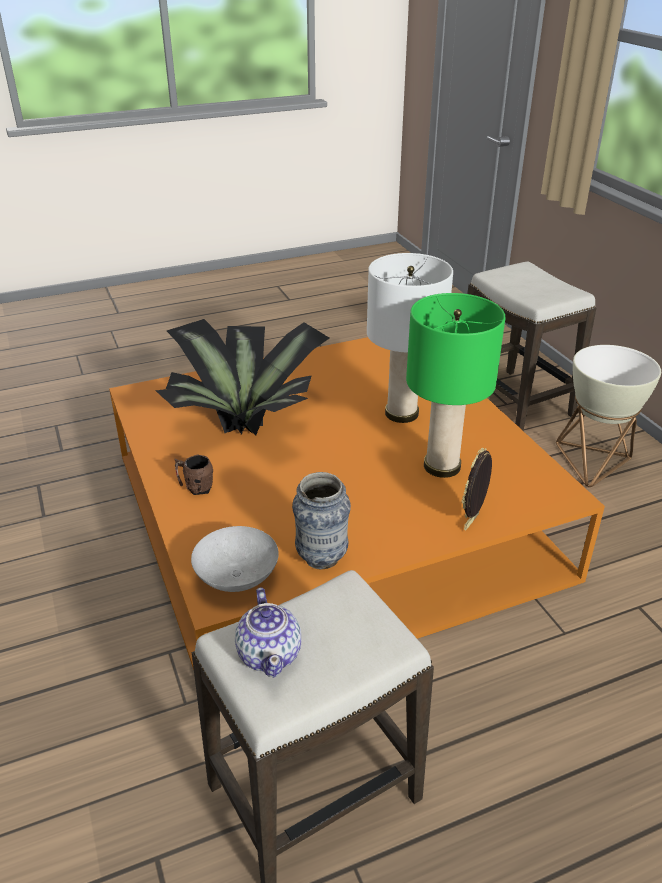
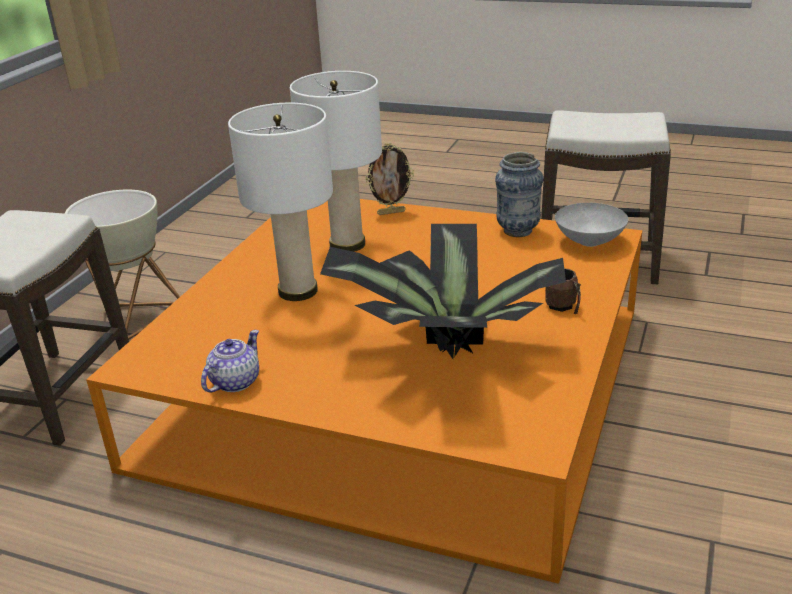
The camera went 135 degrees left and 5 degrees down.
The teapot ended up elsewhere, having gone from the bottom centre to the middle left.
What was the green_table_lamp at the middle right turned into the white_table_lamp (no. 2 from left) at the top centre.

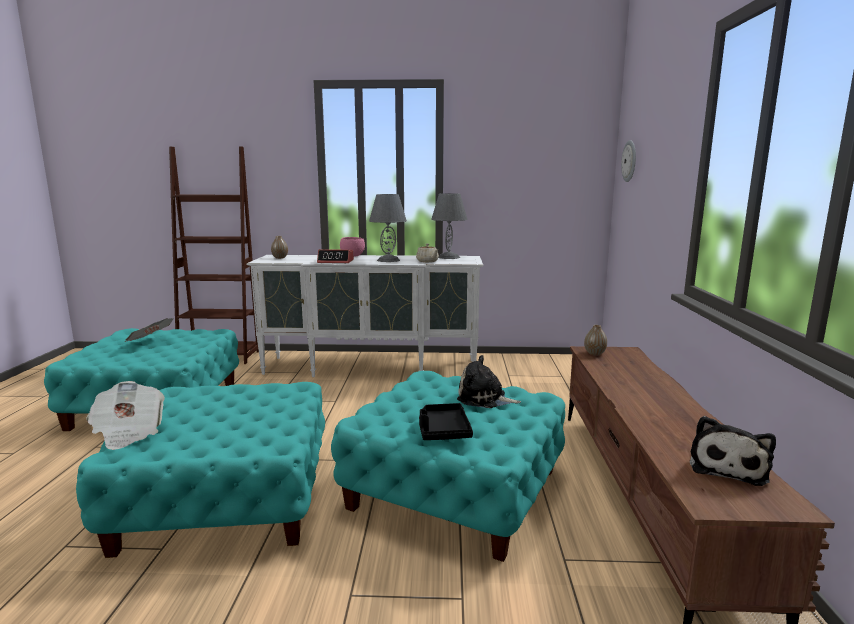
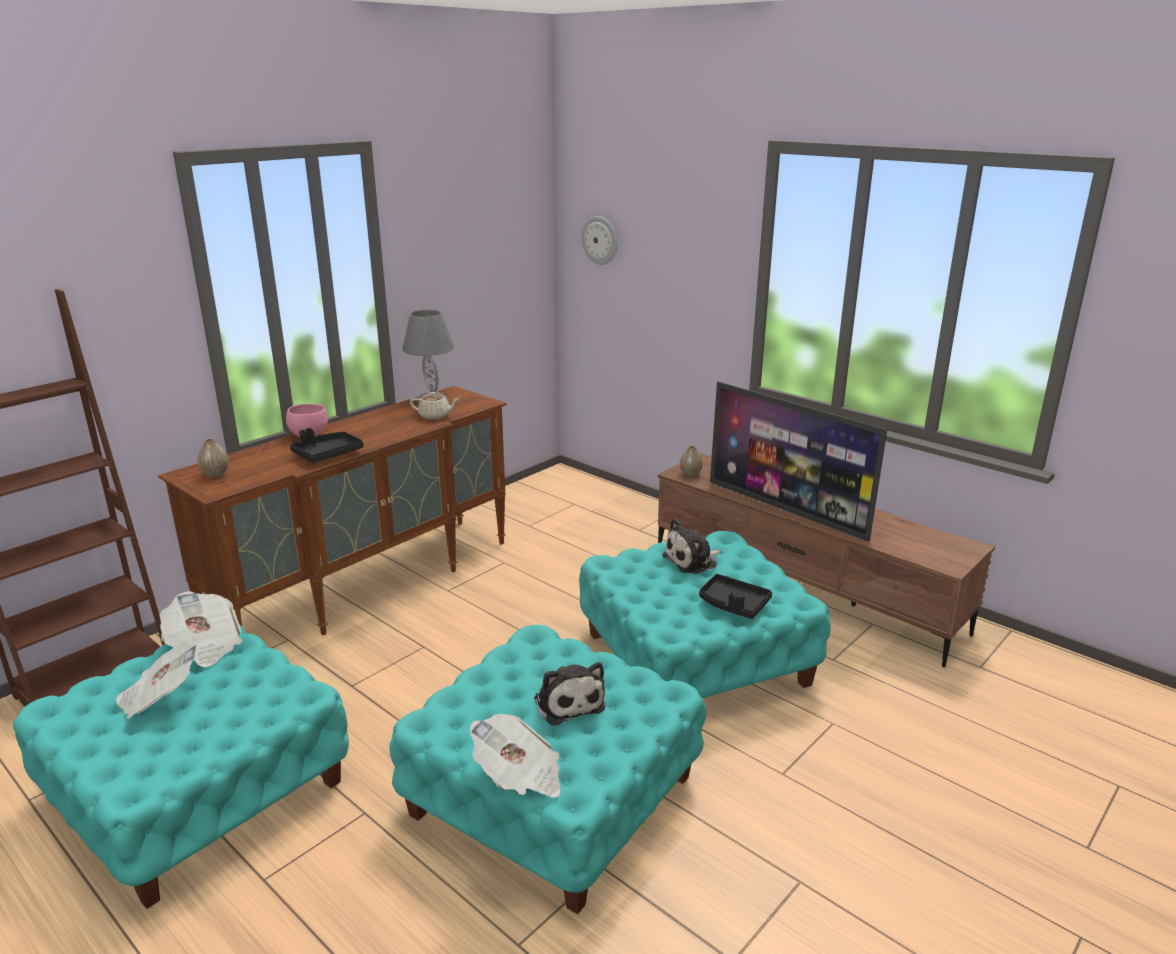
The camera went 50 degrees left and 10 degrees up.
What was the white_cabinet at the centre turned into the brown_cabinet at the middle left.
The second view gained the newspaper (no. 2 from left) at the middle left.
Where the alarm_clock stood at the centre, the black_tray (no. 1 from left) came to stand at the middle left.
The plush_toy (no. 2 from left in the first image) ended up elsewhere, having gone from the bottom right to the bottom centre.
The second view gained the television at the middle right.
The second view lost the grey_table_lamp (no. 1 from left) at the centre.

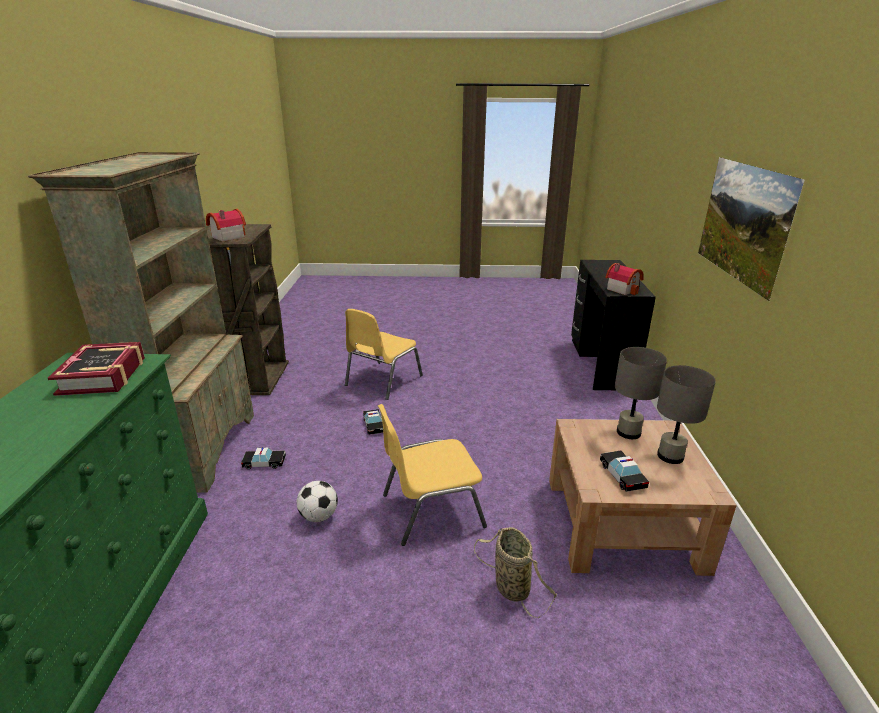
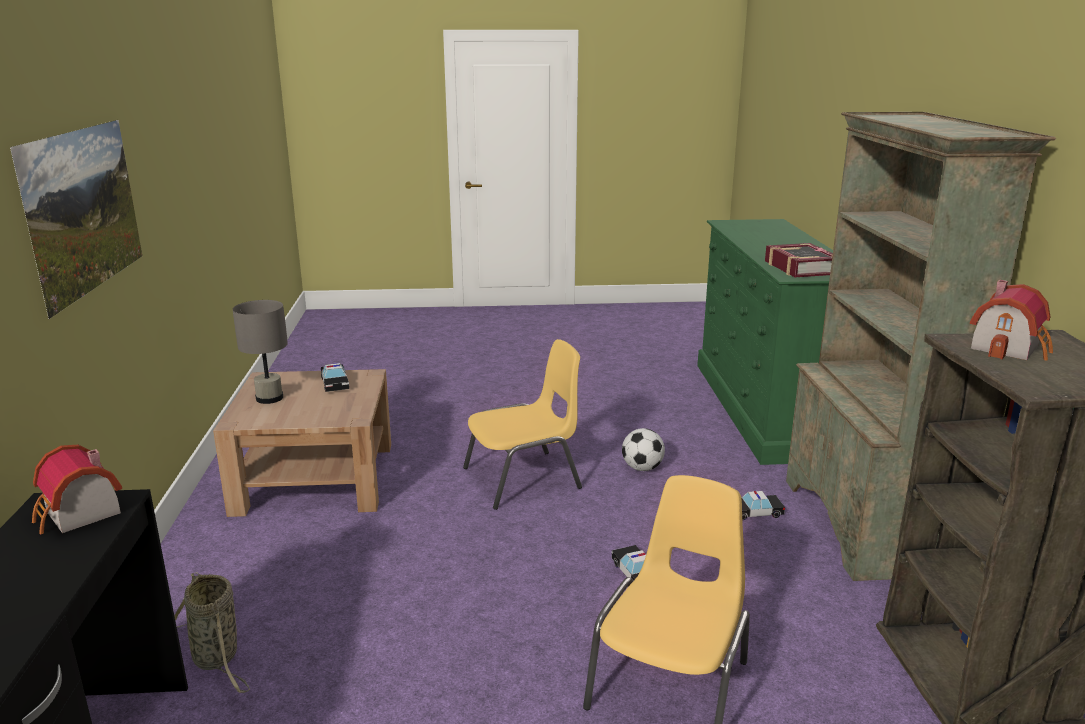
The camera went 175 degrees right and 5 degrees down.
The basket ended up elsewhere, having gone from the bottom centre to the bottom left.
The second view lost the grey_table_lamp (no. 1 from left) at the middle right.

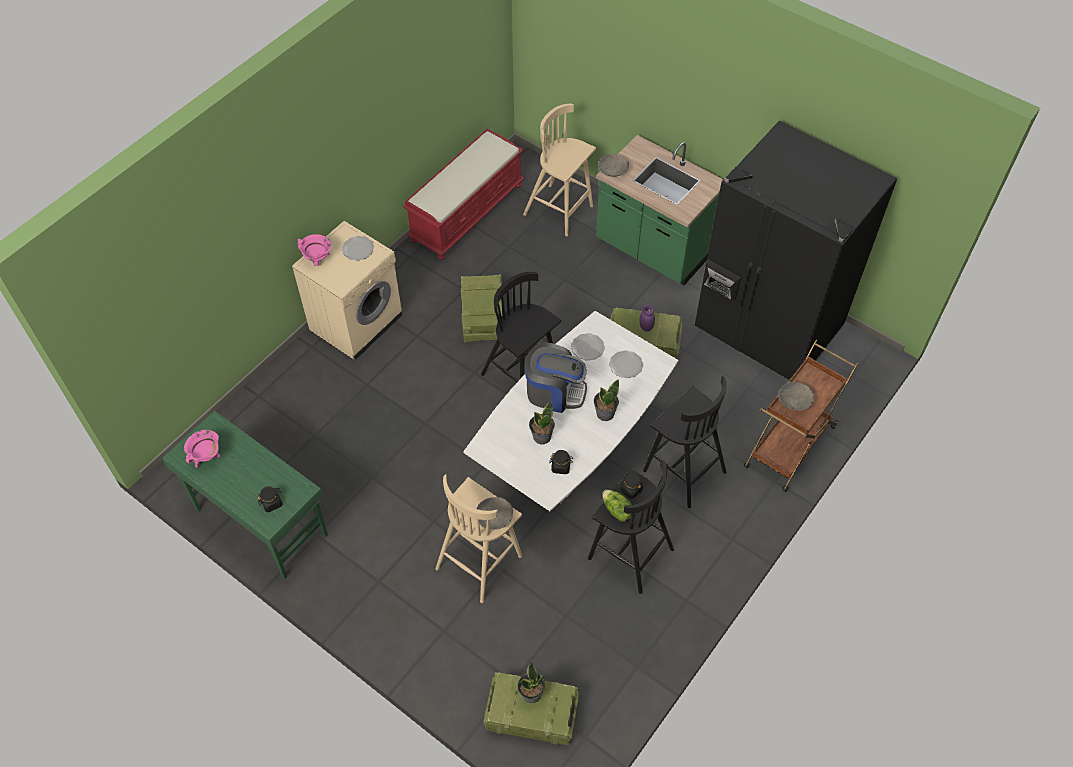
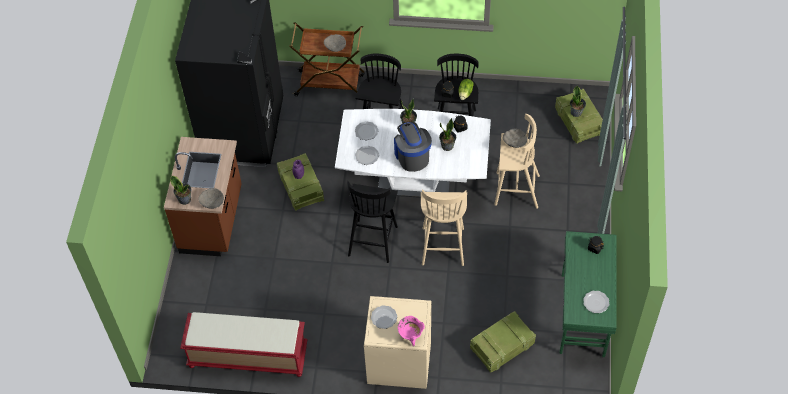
The camera went 120 degrees left and 0 degrees up.
What was the green_counter at the top centre turned into the brown_counter at the middle left.
The second view gained the potted_plant (no. 1 from left) at the middle left.
The beige_stool (no. 2 from left in the first image) ended up elsewhere, having gone from the top centre to the centre.
The crate (no. 1 from left in the first image) ended up elsewhere, having gone from the centre to the bottom centre.
Where the pink_cooking_pot (no. 1 from left) stood at the middle left, the plate (no. 4 from left) came to stand at the bottom right.

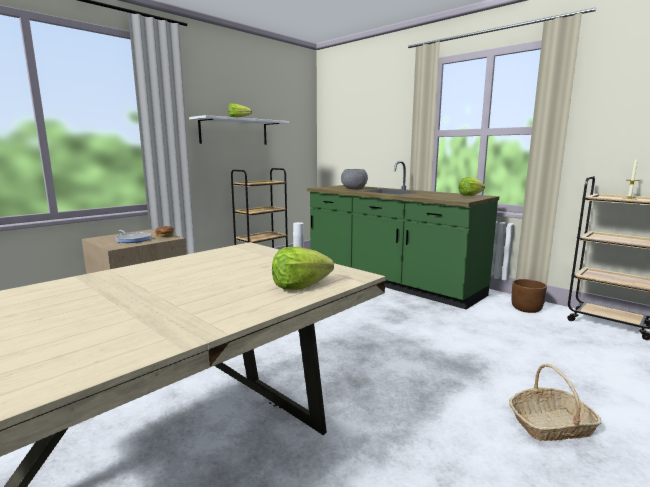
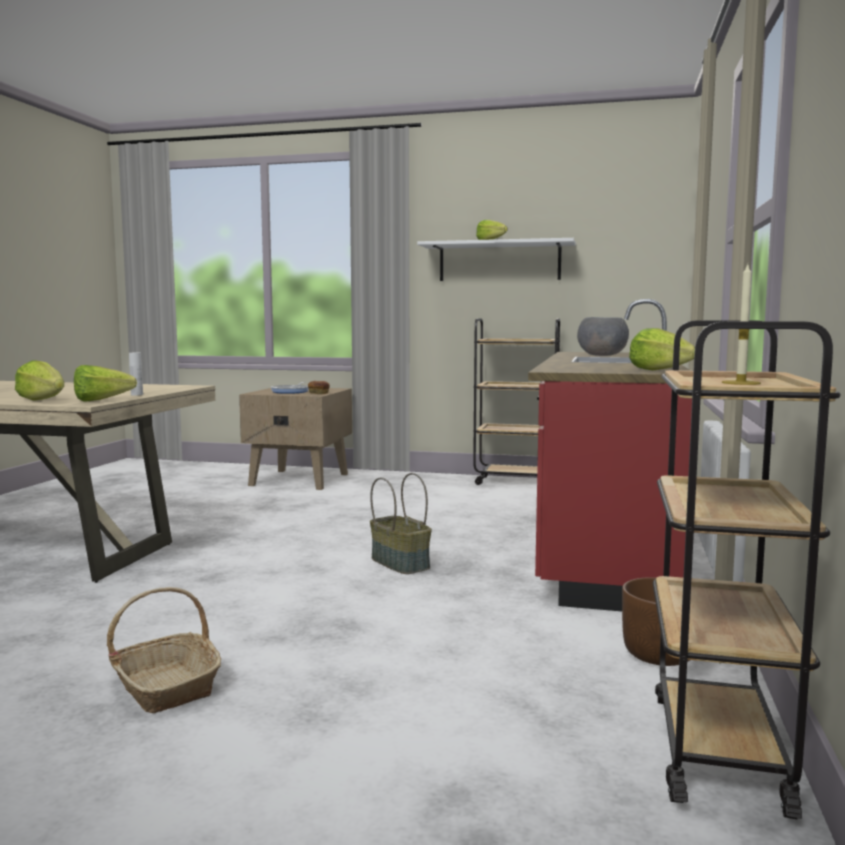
The camera went 60 degrees right and 5 degrees down.
The second view gained the lettuce (no. 2 from left) at the middle left.
The second view gained the basket (no. 2 from left) at the centre.
What was the green_counter at the centre turned into the red_counter at the middle right.

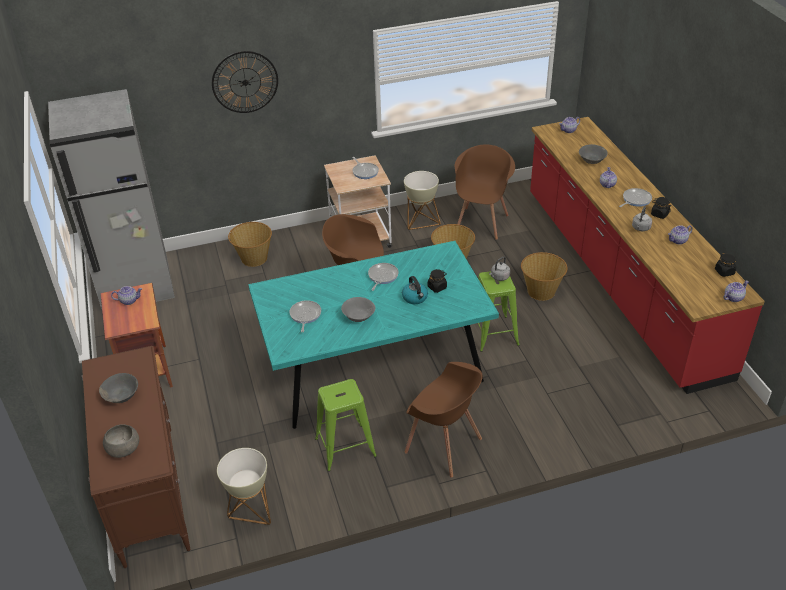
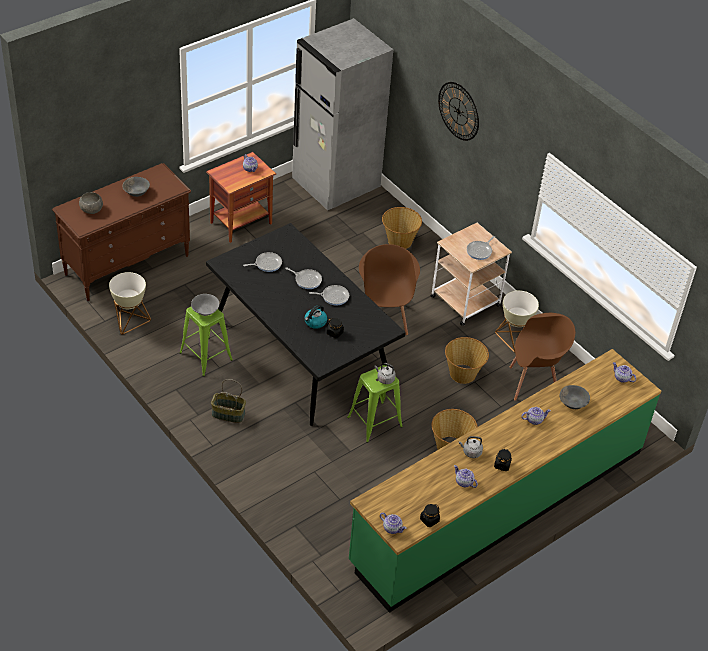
The camera went 65 degrees right and 5 degrees up.
The grey_bowl (no. 3 from left) ended up elsewhere, having gone from the centre to the middle left.
What was the turquoise_dining_table at the centre turned into the black_dining_table at the centre.
Where the brown_chair (no. 2 from left) stood at the bottom centre, the basket (no. 1 from left) came to stand at the middle left.
The frying_pan (no. 4 from left in the first image) ended up elsewhere, having gone from the middle right to the centre.
What was the red_counter at the middle right turned into the green_counter at the bottom right.

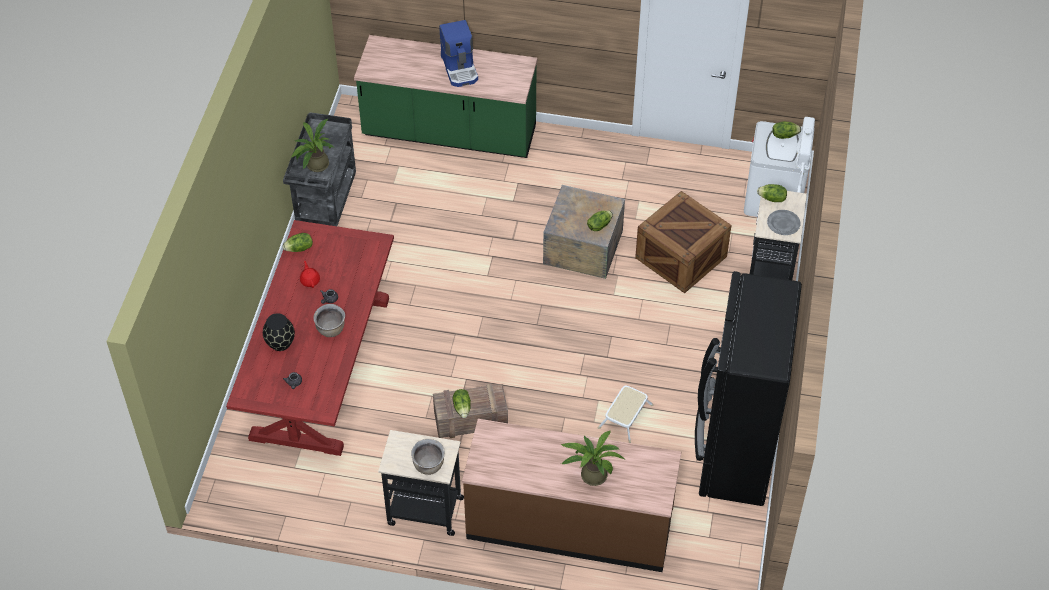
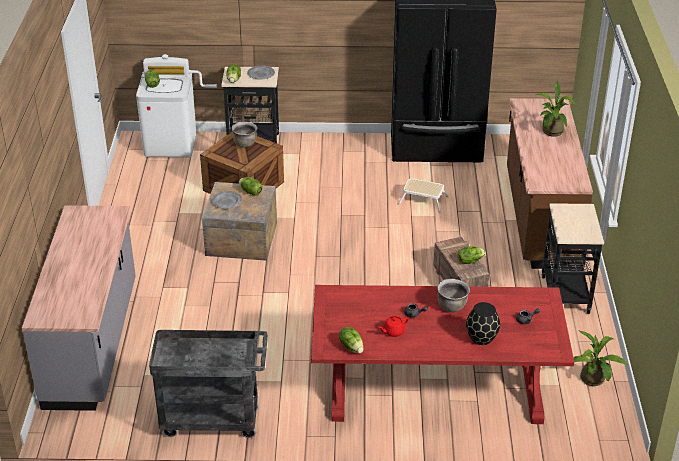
The camera went 100 degrees left and 15 degrees down.
What was the green_counter at the top centre turned into the grey_counter at the bottom left.
The second view gained the grey_plate (no. 1 from left) at the centre.
The brown_cooking_pot (no. 2 from left in the first image) ended up elsewhere, having gone from the bottom centre to the top centre.
The potted_plant (no. 1 from left in the first image) ended up elsewhere, having gone from the top left to the bottom right.
The second view lost the coffee_machine at the top centre.

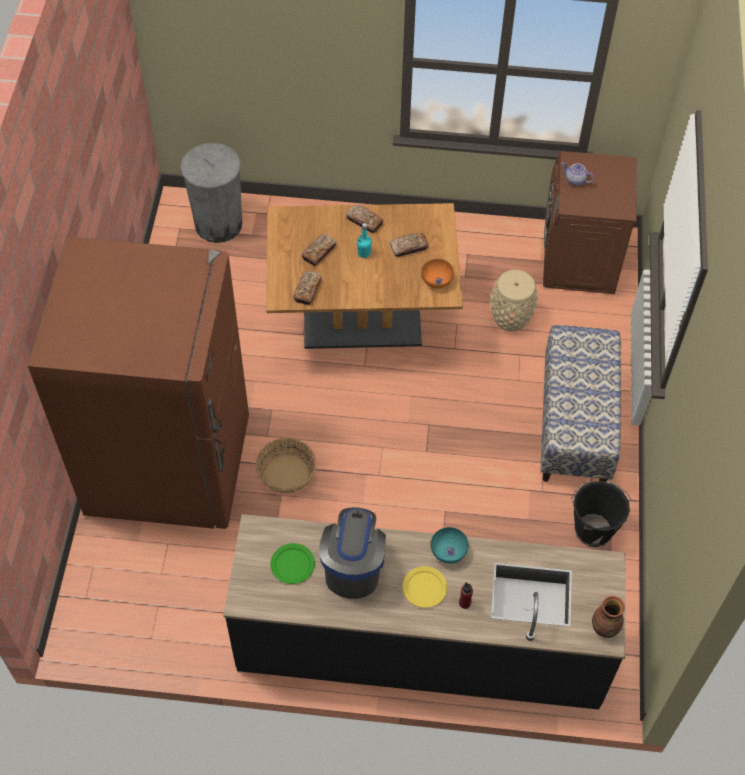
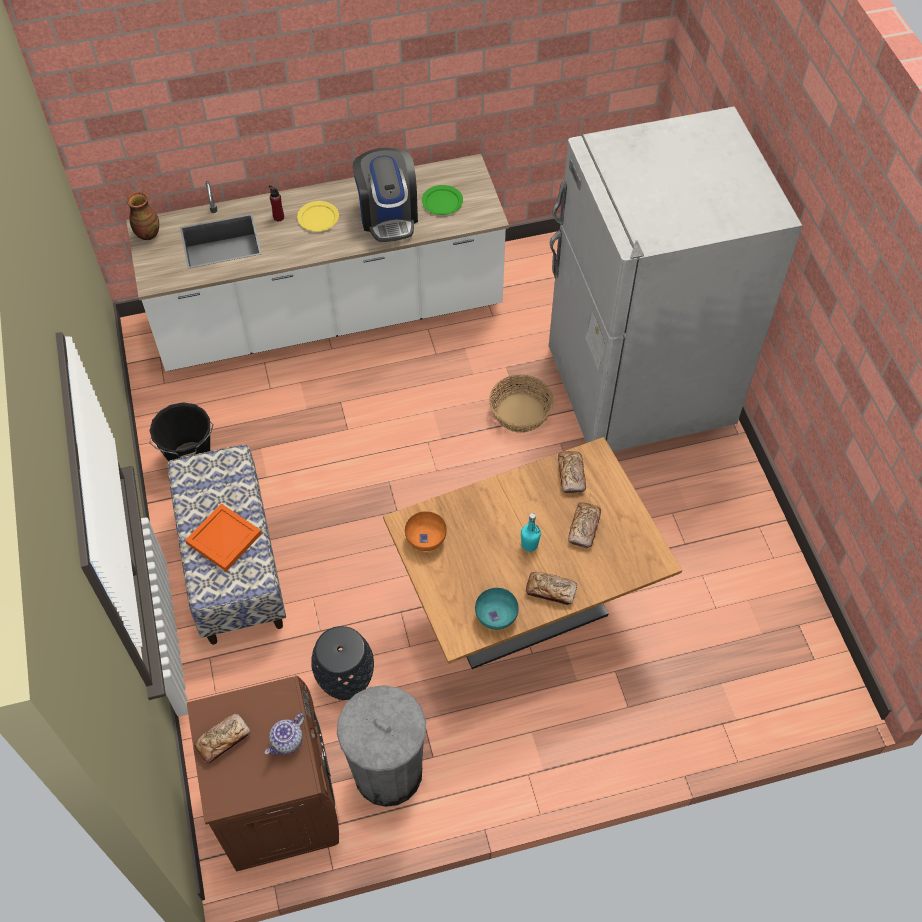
The camera went 160 degrees right and 0 degrees up.
What was the black_counter at the bottom centre turned into the white_counter at the top centre.
The second view gained the orange_tray at the middle left.
The bread (no. 4 from left in the first image) ended up elsewhere, having gone from the top centre to the bottom left.
The teapot at the top right ended up facing another way, 120 degrees clockwise from before.
What was the beige_stool at the middle right turned into the black_stool at the bottom centre.
The grey_trash_can ended up elsewhere, having gone from the top left to the bottom centre.
The turquoise_bowl ended up elsewhere, having gone from the bottom centre to the centre.
What was the brown_fridge at the middle left turned into the white_fridge at the top right.

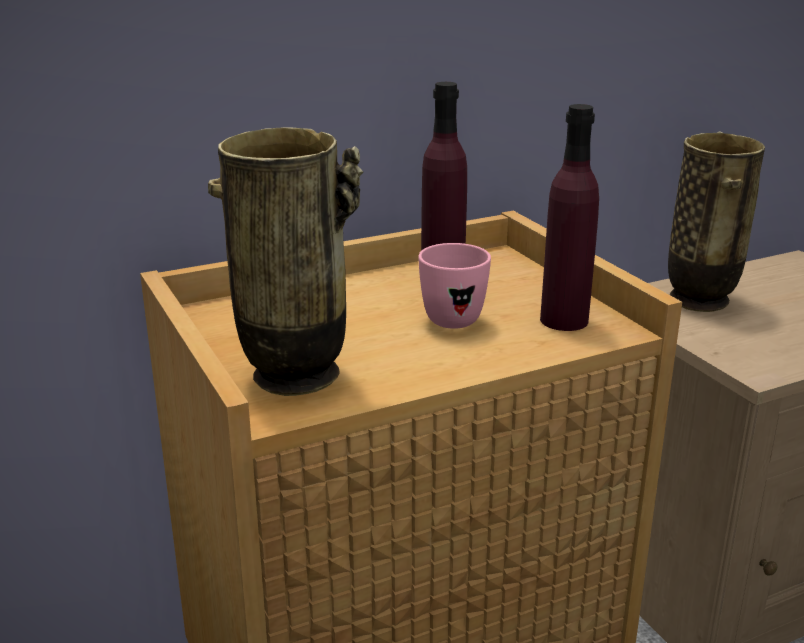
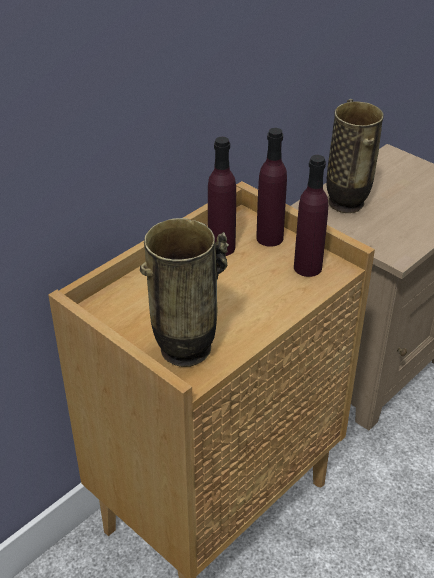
The camera went 20 degrees left and 15 degrees up.
The second view gained the purple_bottle (no. 2 from left) at the top centre.
The second view lost the pink_mug at the centre.

